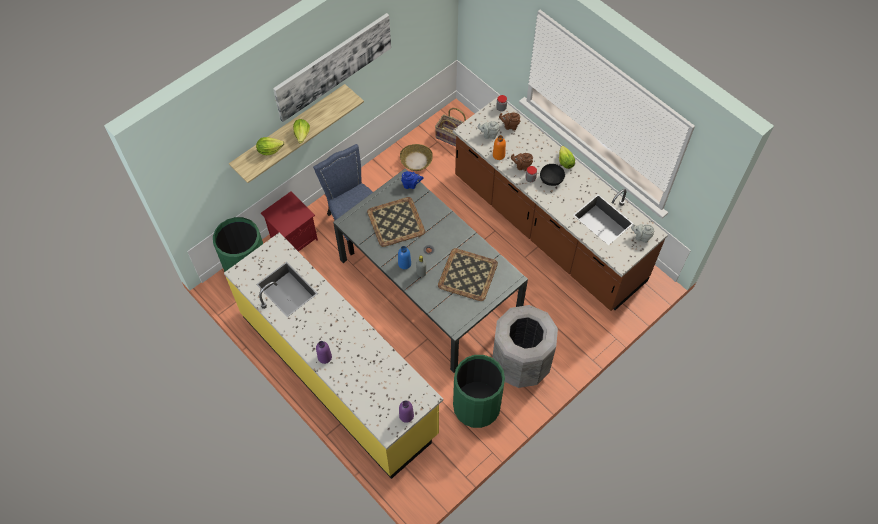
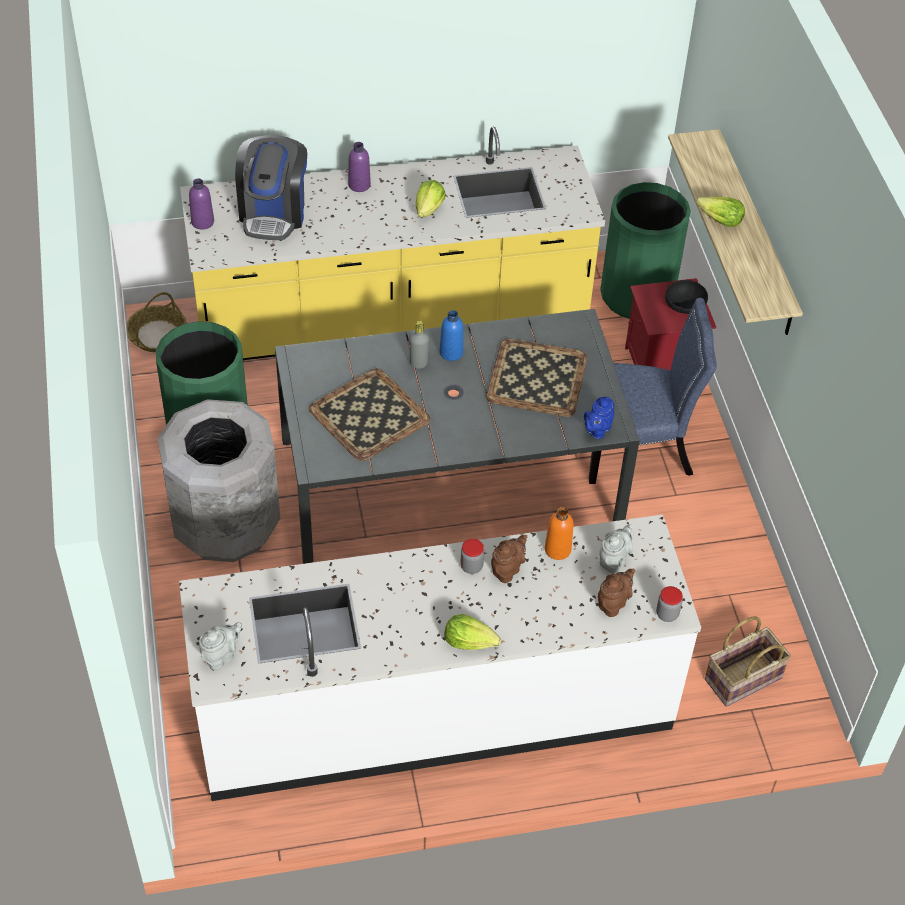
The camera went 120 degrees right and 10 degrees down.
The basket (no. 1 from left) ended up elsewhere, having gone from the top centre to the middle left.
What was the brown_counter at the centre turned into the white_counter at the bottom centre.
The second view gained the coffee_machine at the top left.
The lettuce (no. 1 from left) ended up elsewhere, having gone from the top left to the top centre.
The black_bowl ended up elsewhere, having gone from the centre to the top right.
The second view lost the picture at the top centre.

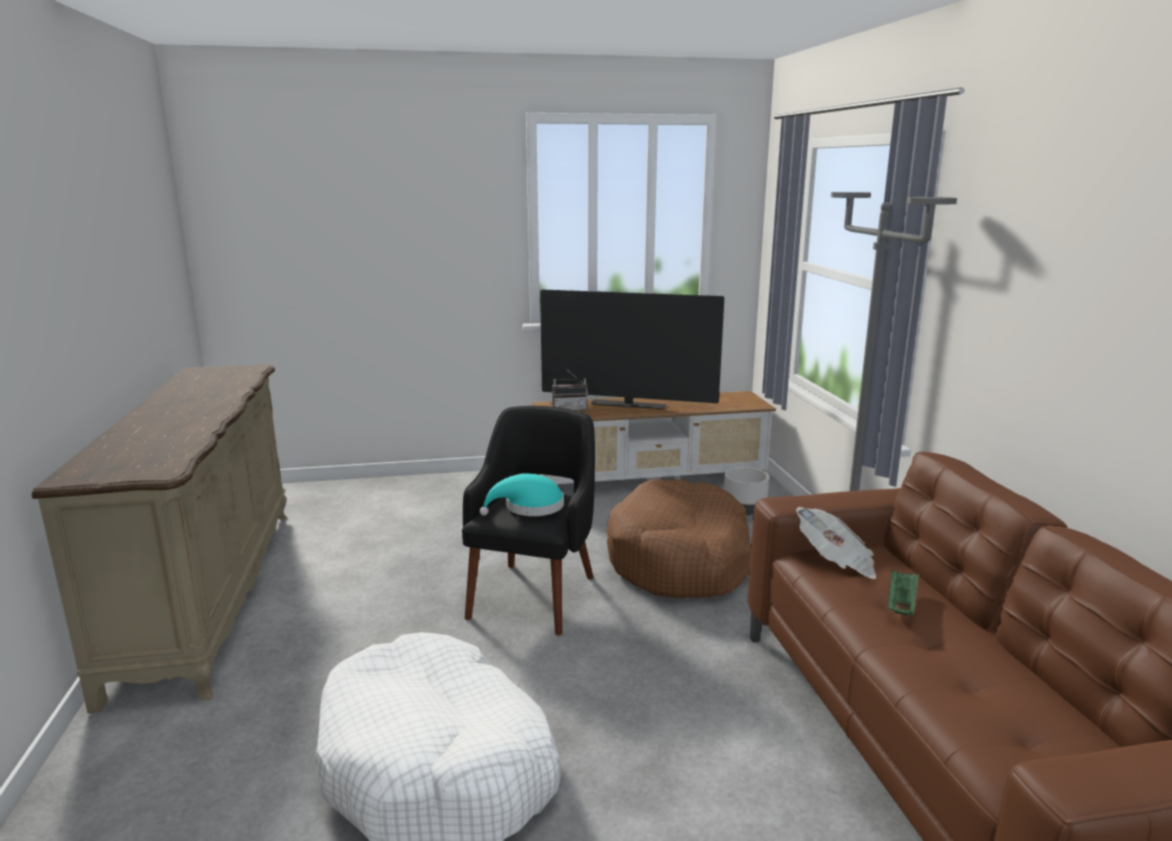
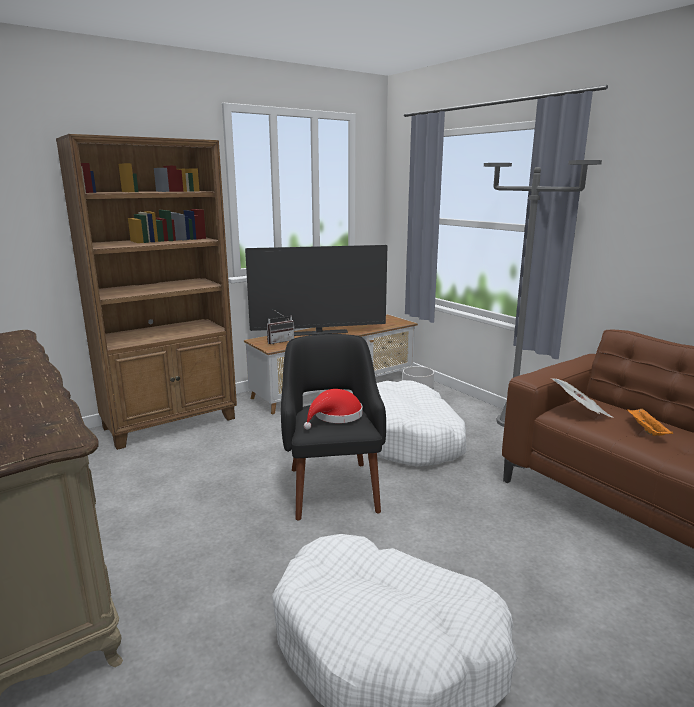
The camera went 25 degrees left and 0 degrees up.
The second view gained the brown_bookcase at the middle left.
What was the turquoise_hat at the centre turned into the red_hat at the centre.
What was the brown_dog_bed at the centre turned into the white_dog_bed (no. 2 from left) at the centre.
What was the green_tray at the bottom right turned into the orange_tray at the middle right.

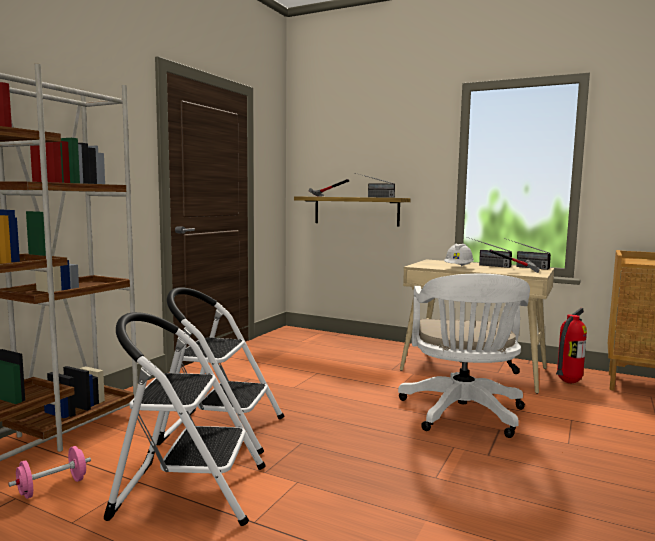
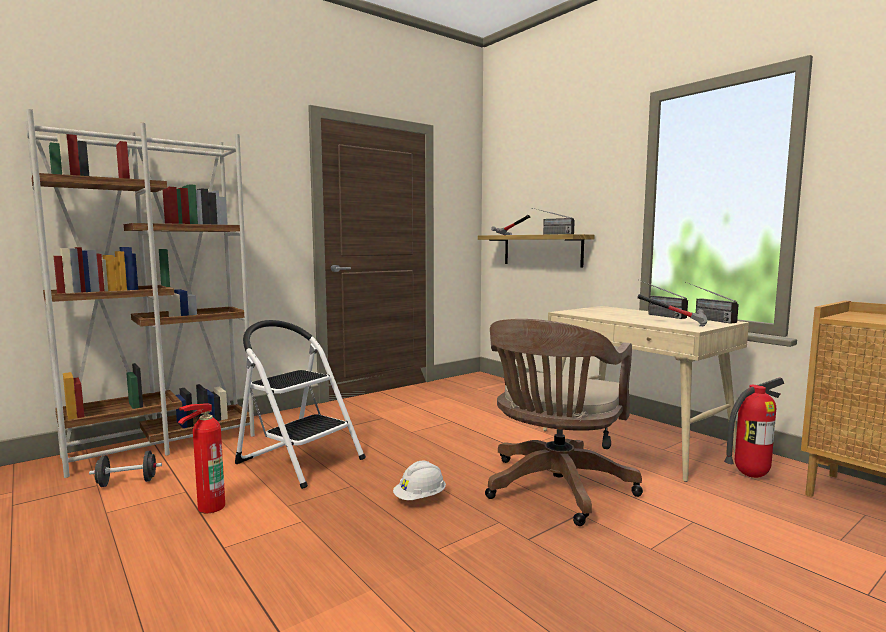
The camera went 25 degrees right and 0 degrees up.
What was the pink_dumbbell at the bottom left turned into the black_dumbbell at the bottom left.
Where the step_ladder (no. 1 from left) stood at the bottom left, the fire_extinguisher (no. 1 from left) came to stand at the bottom left.
The white_hard_hat ended up elsewhere, having gone from the middle right to the bottom centre.
What was the white_office_chair at the middle right turned into the brown_office_chair at the bottom centre.

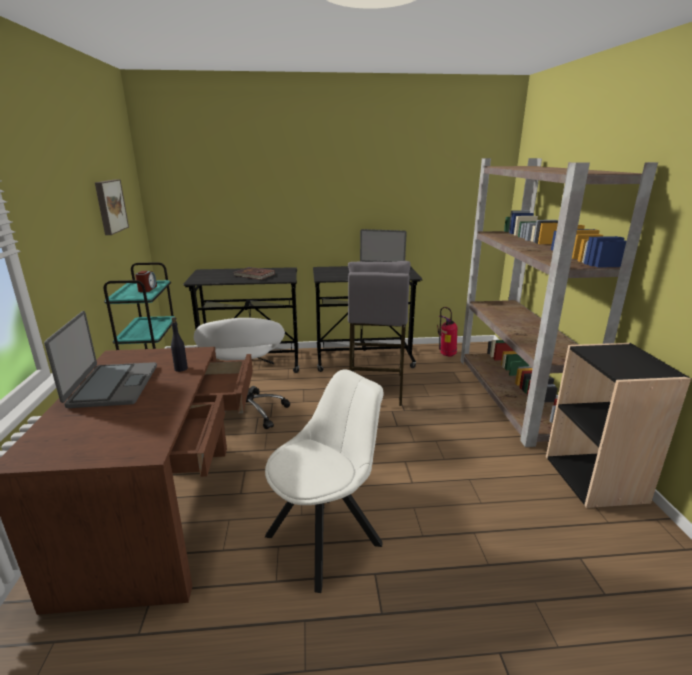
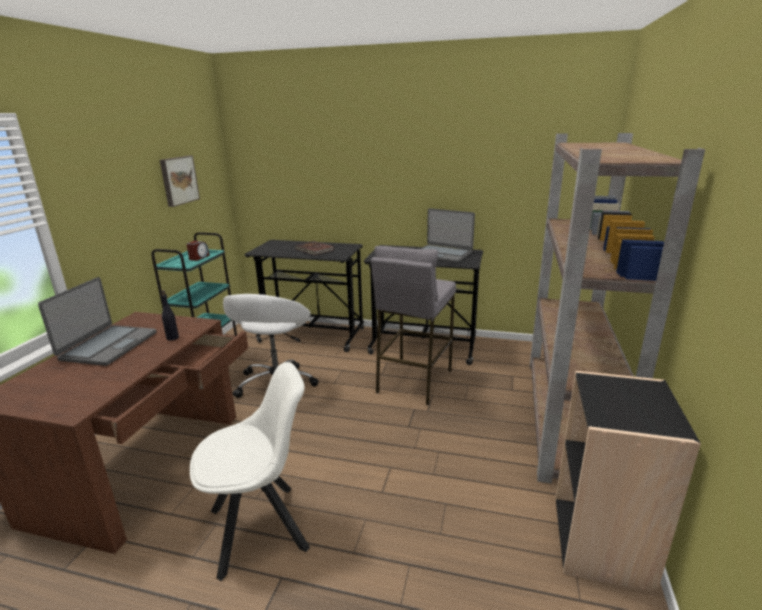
The camera went 20 degrees right and 0 degrees up.
The second view lost the fire_extinguisher at the centre.

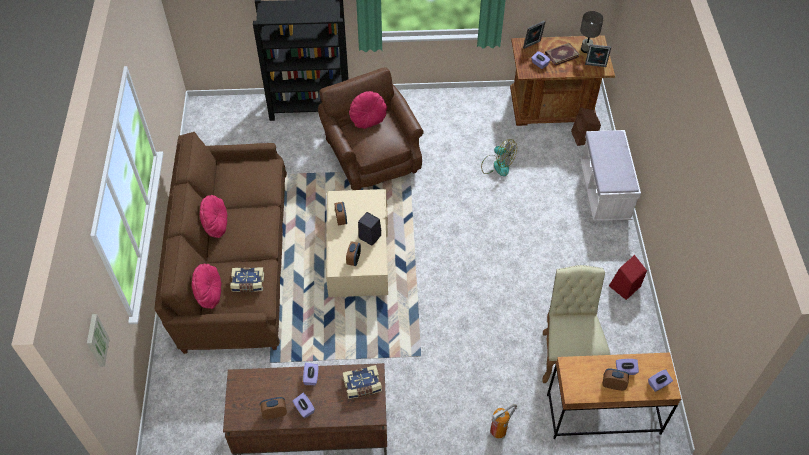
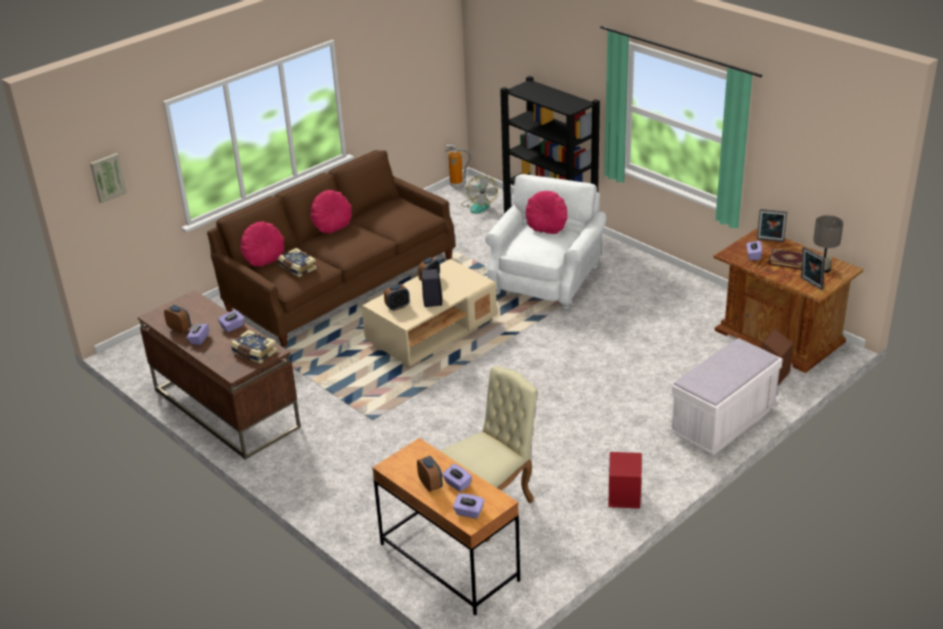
The camera went 50 degrees right and 20 degrees down.
The fire_extinguisher ended up elsewhere, having gone from the bottom centre to the top centre.
The fan ended up elsewhere, having gone from the centre to the top centre.
What was the brown_armchair at the top centre turned into the white_armchair at the centre.

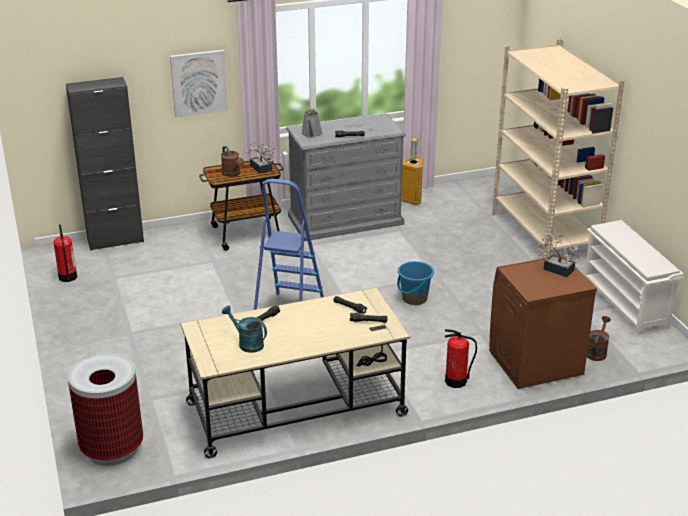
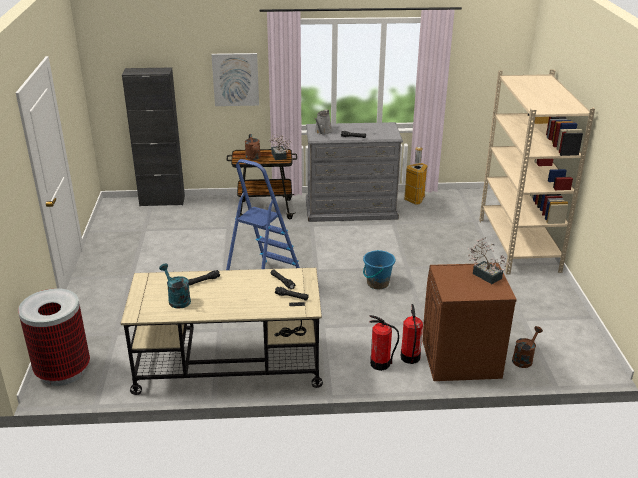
The camera went 15 degrees right and 0 degrees up.
The fire_extinguisher (no. 1 from left in the first image) ended up elsewhere, having gone from the middle left to the bottom centre.
The second view lost the white_shoe_rack at the middle right.

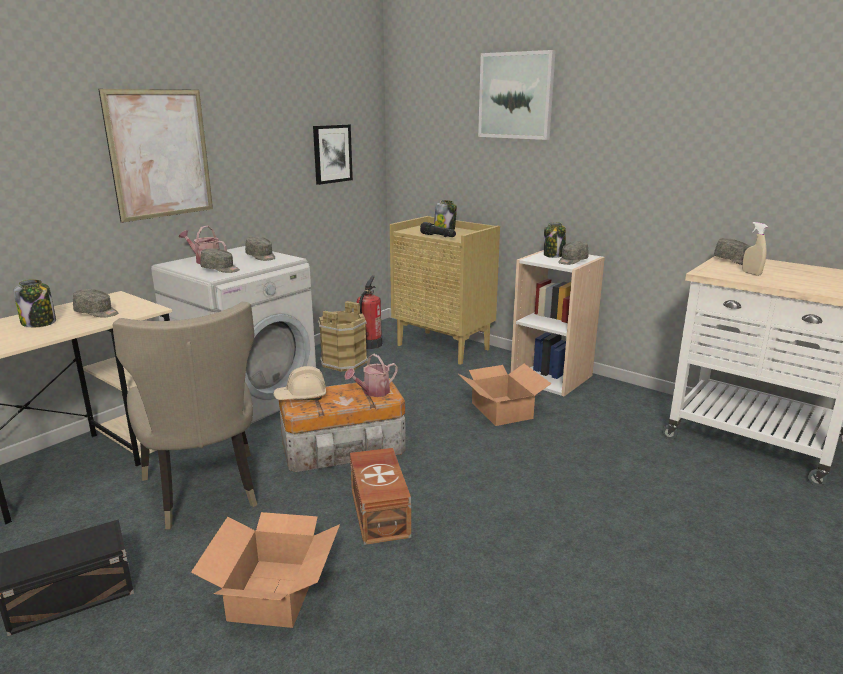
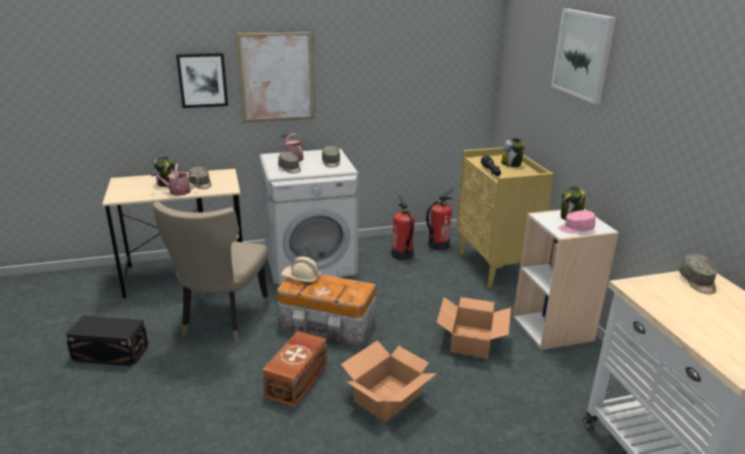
The camera went 35 degrees right and 5 degrees up.
The watering_can (no. 2 from left in the first image) ended up elsewhere, having gone from the centre to the middle left.
The picture (no. 2 from left in the first image) ended up elsewhere, having gone from the top centre to the top left.
The cardboard_box (no. 1 from left) ended up elsewhere, having gone from the bottom left to the bottom centre.
Where the brown_bucket stood at the centre, the fire_extinguisher (no. 1 from left) came to stand at the centre.
What was the grey_cap (no. 4 from left) at the middle right turned into the pink_cap at the middle right.
The second view lost the beige_spray_bottle at the middle right.

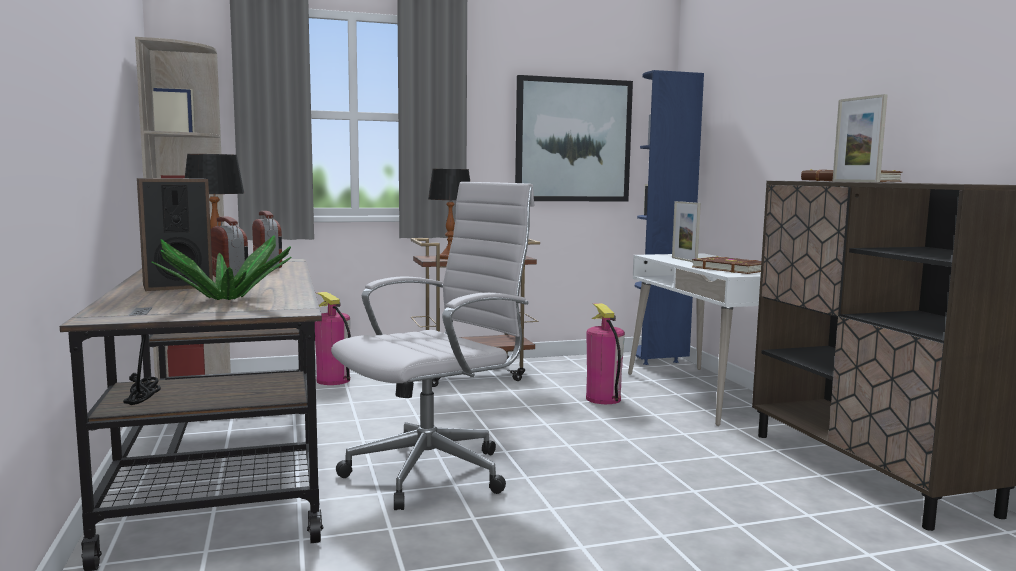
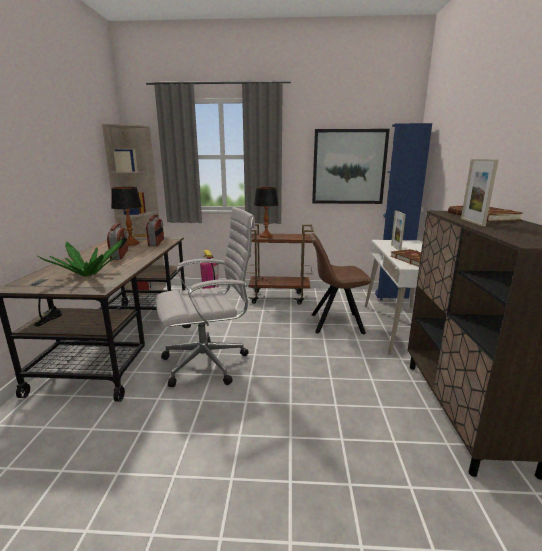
The camera went 20 degrees right and 10 degrees up.
Where the fire_extinguisher (no. 2 from left) stood at the centre, the brown_chair came to stand at the centre.
The second view lost the speaker at the middle left.

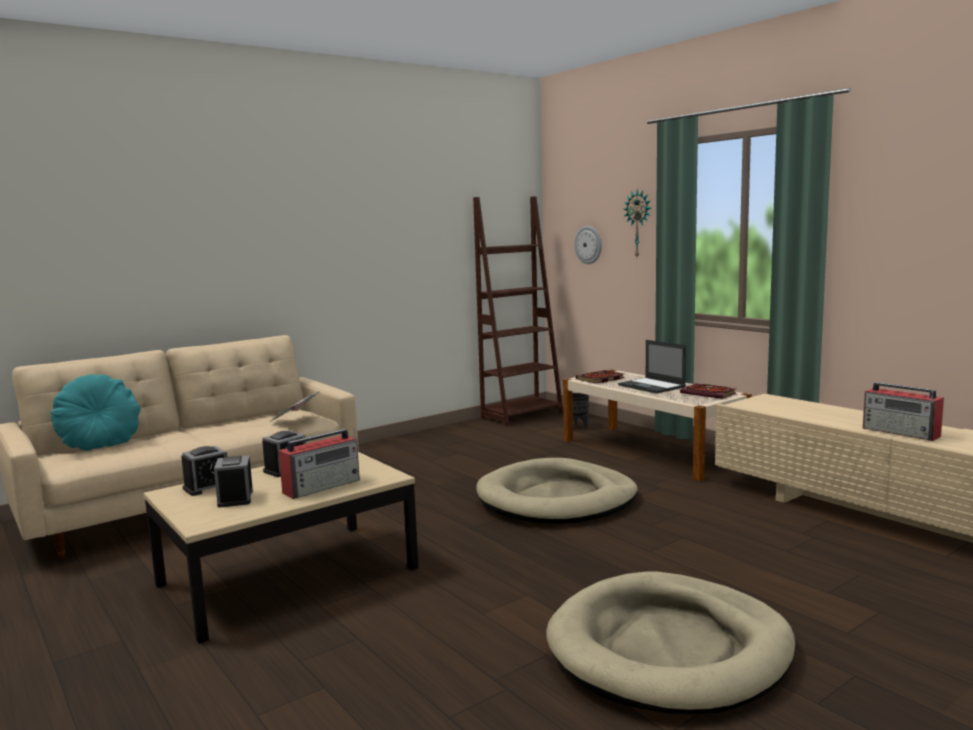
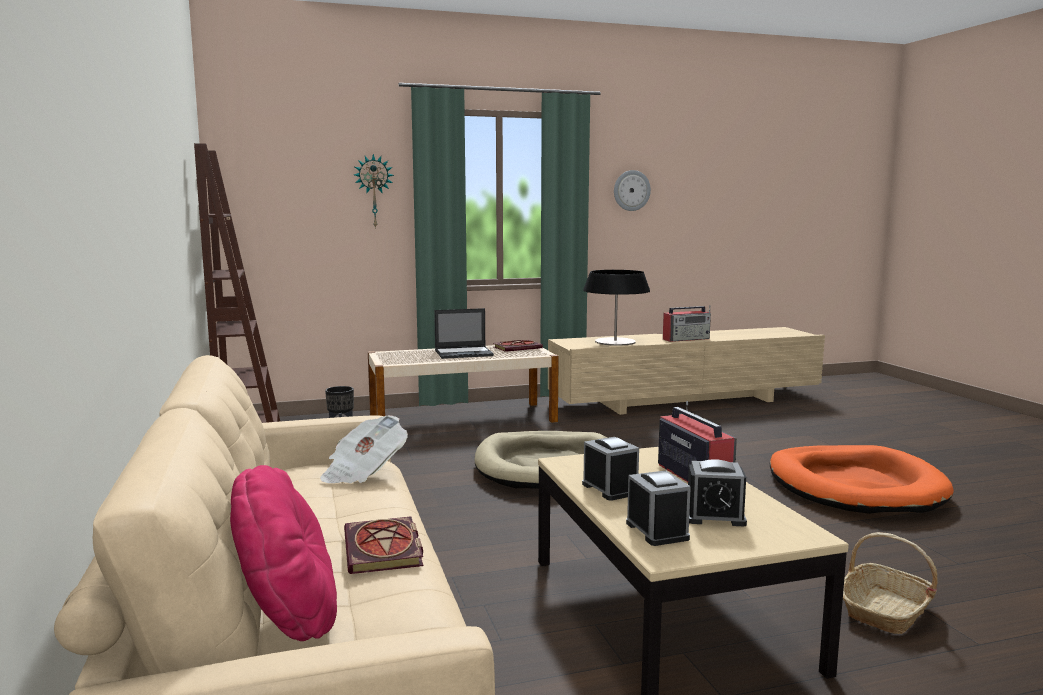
The camera went 70 degrees left and 0 degrees up.
What was the turquoise_pillow at the middle left turned into the pink_pillow at the bottom left.
The book (no. 1 from left) ended up elsewhere, having gone from the centre to the bottom centre.
The second view gained the table_lamp at the centre.
The wall_clock (no. 1 from left in the first image) ended up elsewhere, having gone from the centre to the top centre.
What was the beige_dog_bed (no. 2 from left) at the bottom right turned into the orange_dog_bed at the bottom right.
The second view gained the basket at the bottom right.

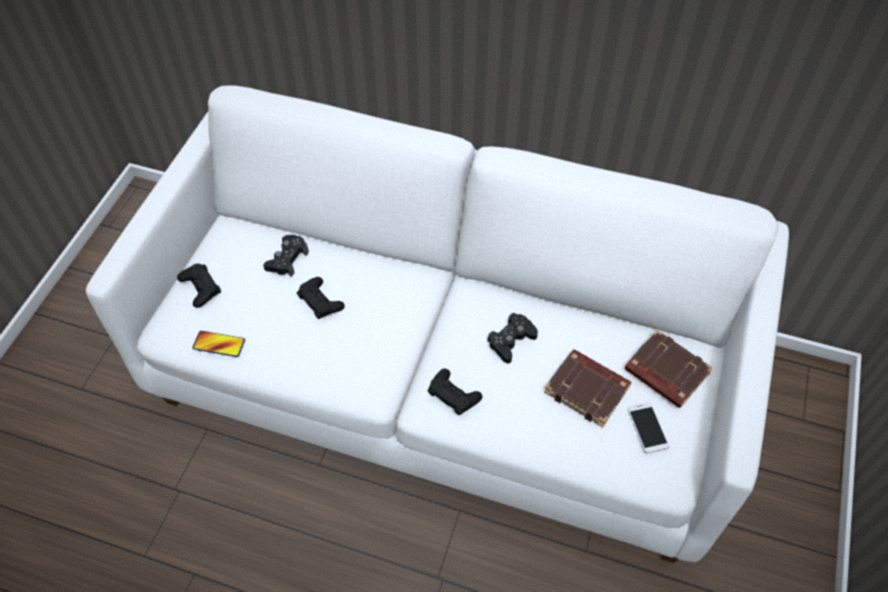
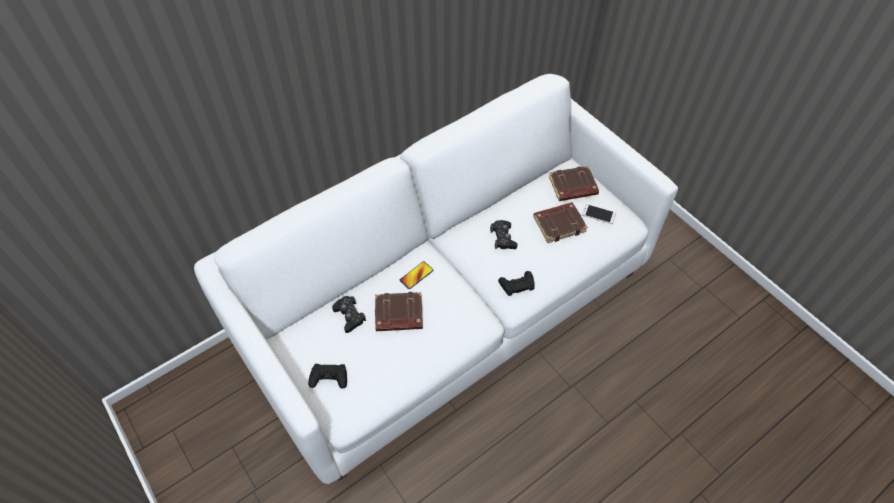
The camera went 55 degrees left and 0 degrees up.
Where the black_game_controller (no. 3 from left) stood at the centre, the brown_book (no. 1 from left) came to stand at the centre.
The phone (no. 1 from left) ended up elsewhere, having gone from the middle left to the centre.

